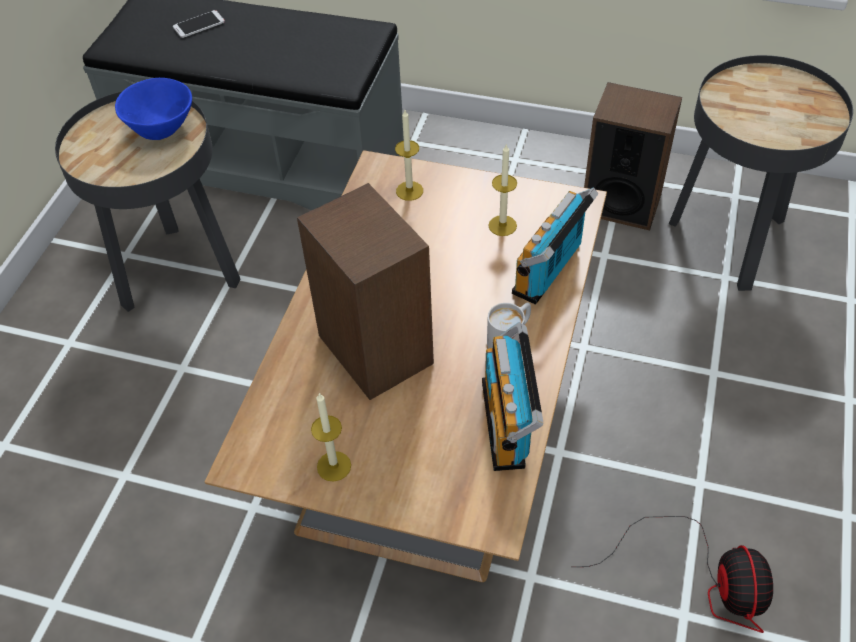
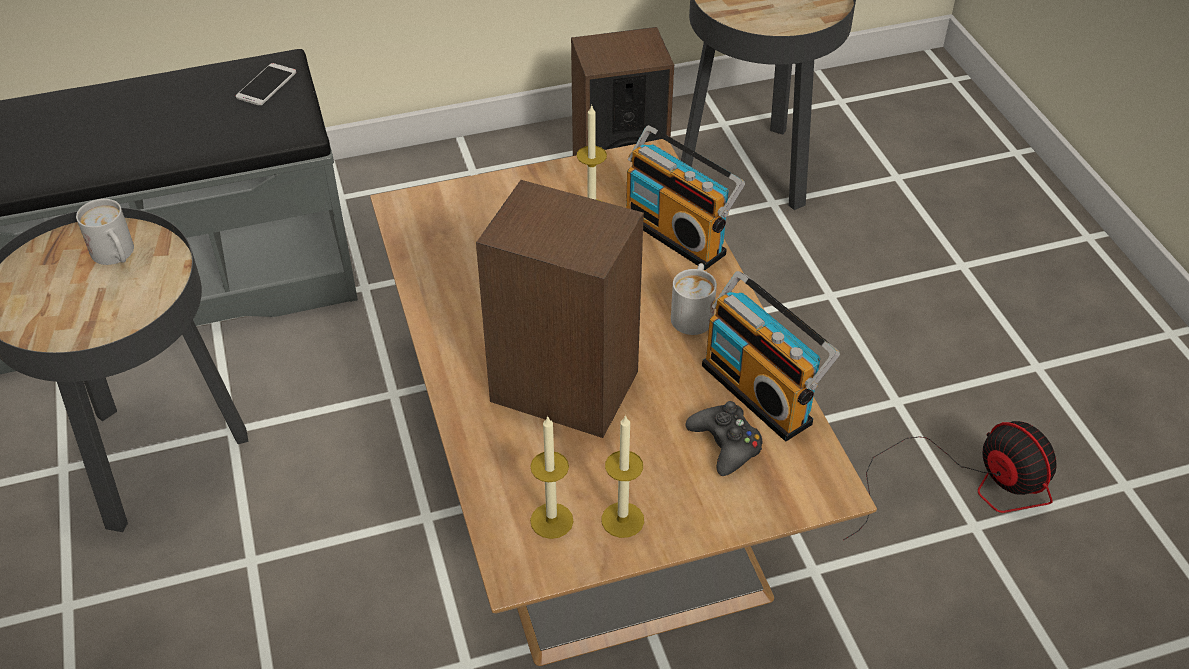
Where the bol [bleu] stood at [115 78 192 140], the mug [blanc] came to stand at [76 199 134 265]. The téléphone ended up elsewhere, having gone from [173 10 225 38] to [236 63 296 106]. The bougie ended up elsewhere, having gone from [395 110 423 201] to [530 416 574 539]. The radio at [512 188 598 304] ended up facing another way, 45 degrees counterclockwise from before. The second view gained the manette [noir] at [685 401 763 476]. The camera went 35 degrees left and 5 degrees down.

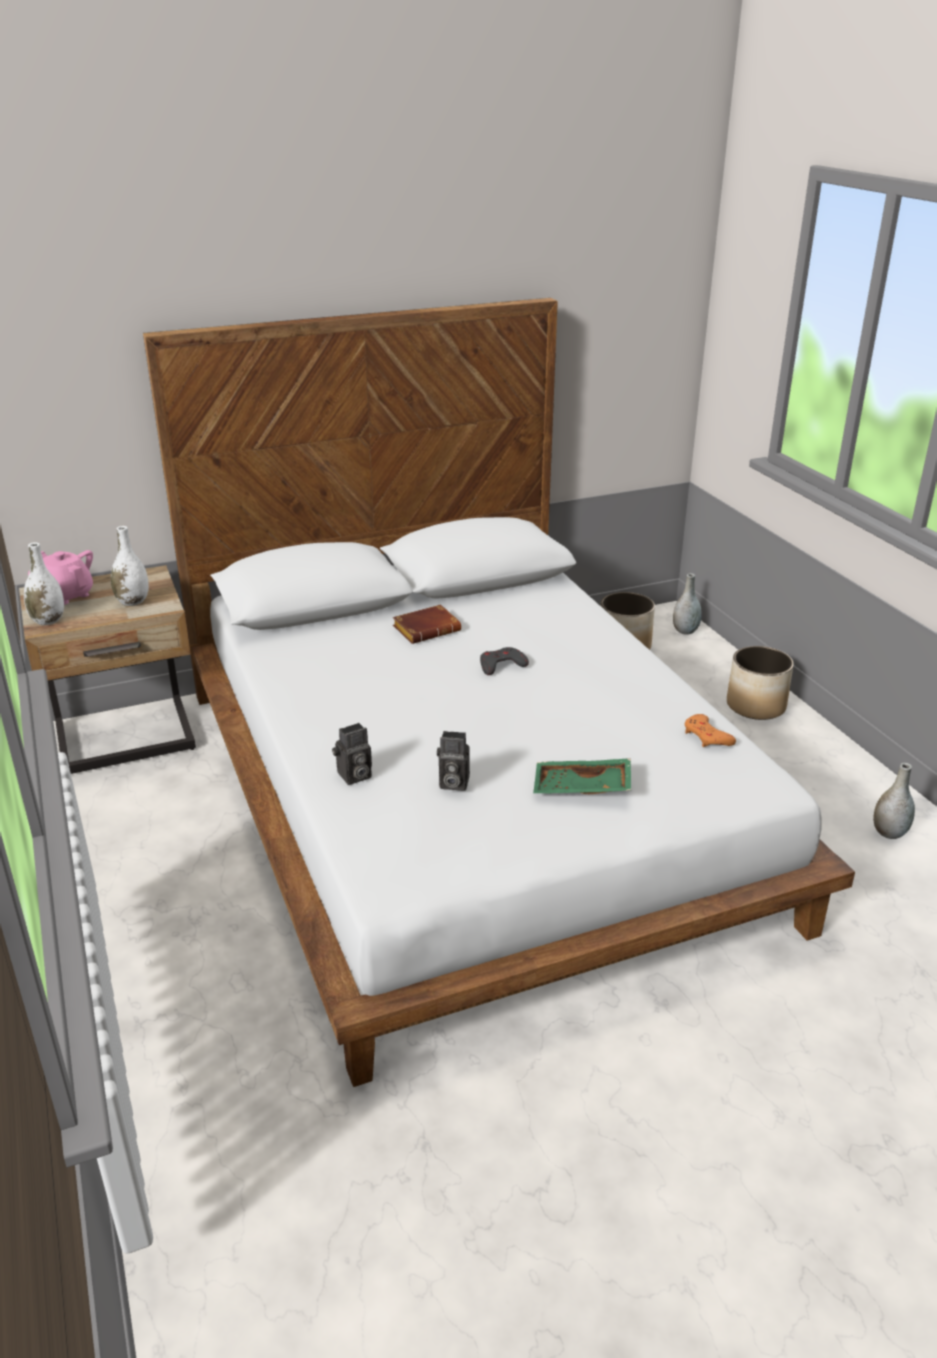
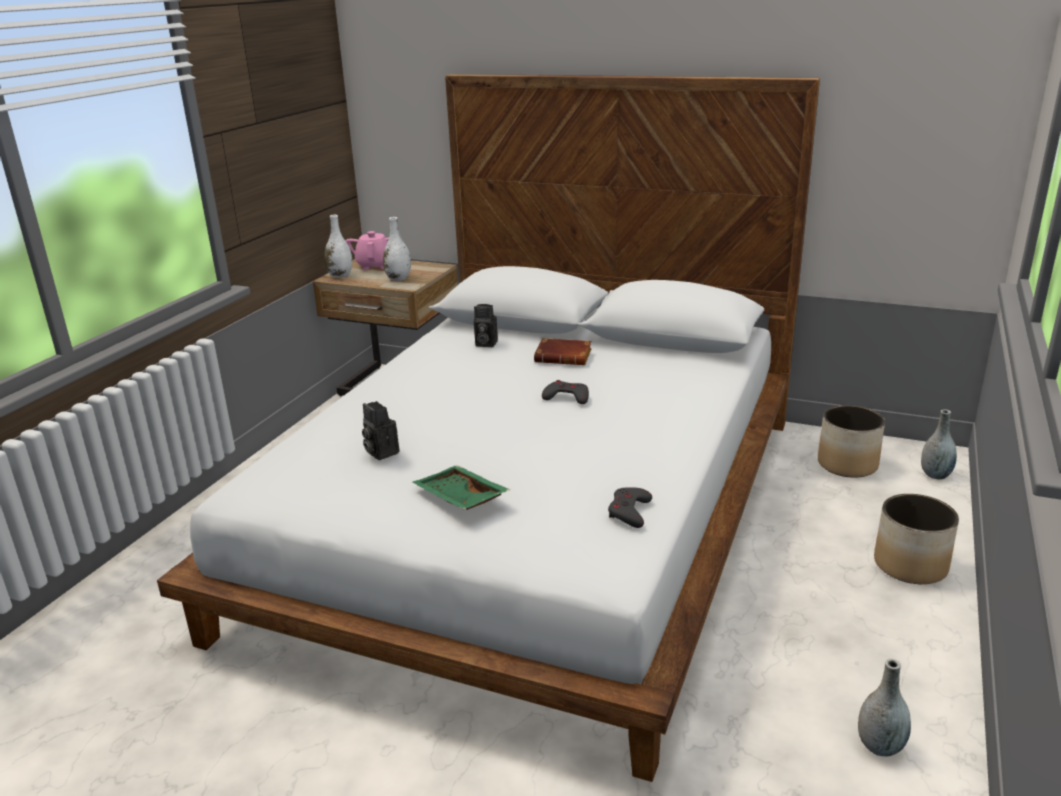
The appareil photo ended up elsewhere, having gone from [332 723 372 785] to [474 304 498 347]. What was the manette [orange] at [685 714 736 747] turned into the manette [gris] at [608 487 652 528]. The camera went 45 degrees right and 5 degrees down.

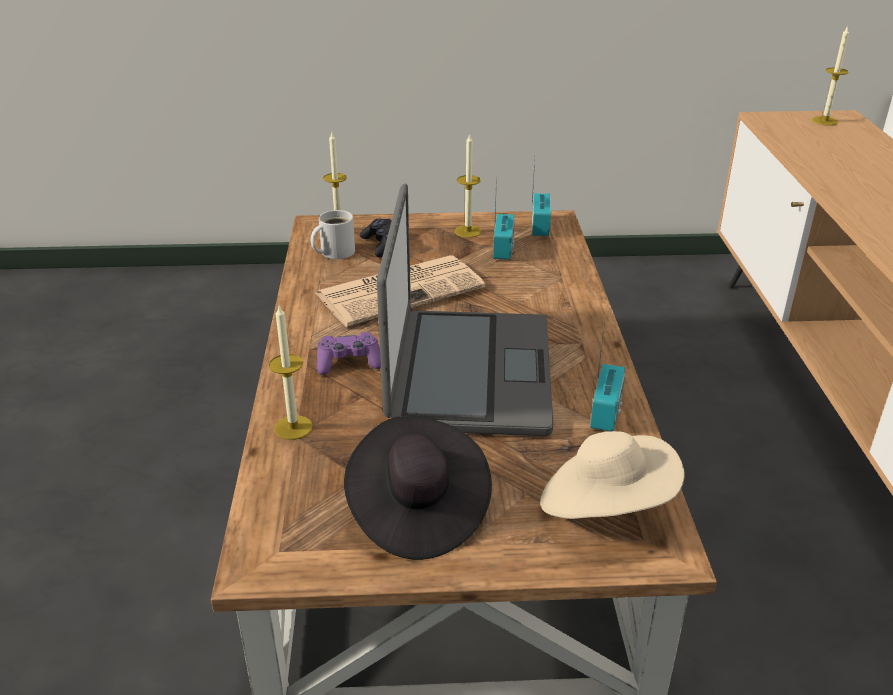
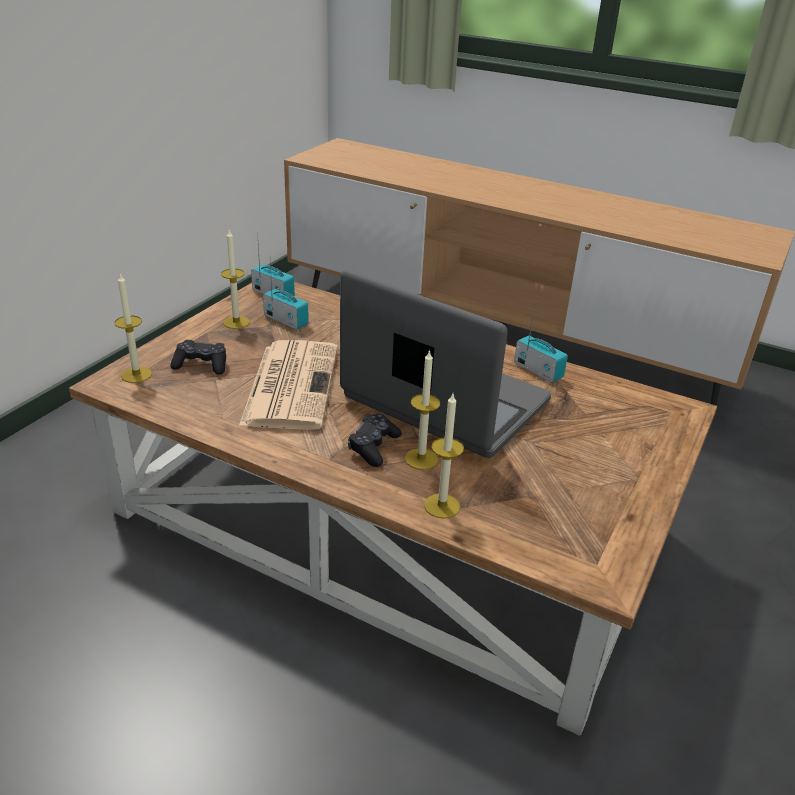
What was the manette [violet] at [317 332 381 375] turned into the manette [noir] at [348 414 402 467]. The bougie ended up elsewhere, having gone from [812 26 849 126] to [405 350 440 470]. The second view lost the mug [blanc] at [311 210 355 259]. The second view lost the chapeau [noir] at [344 416 492 560]. The second view lost the chapeau [beige] at [540 431 684 519]. The camera went 60 degrees left and 0 degrees up.

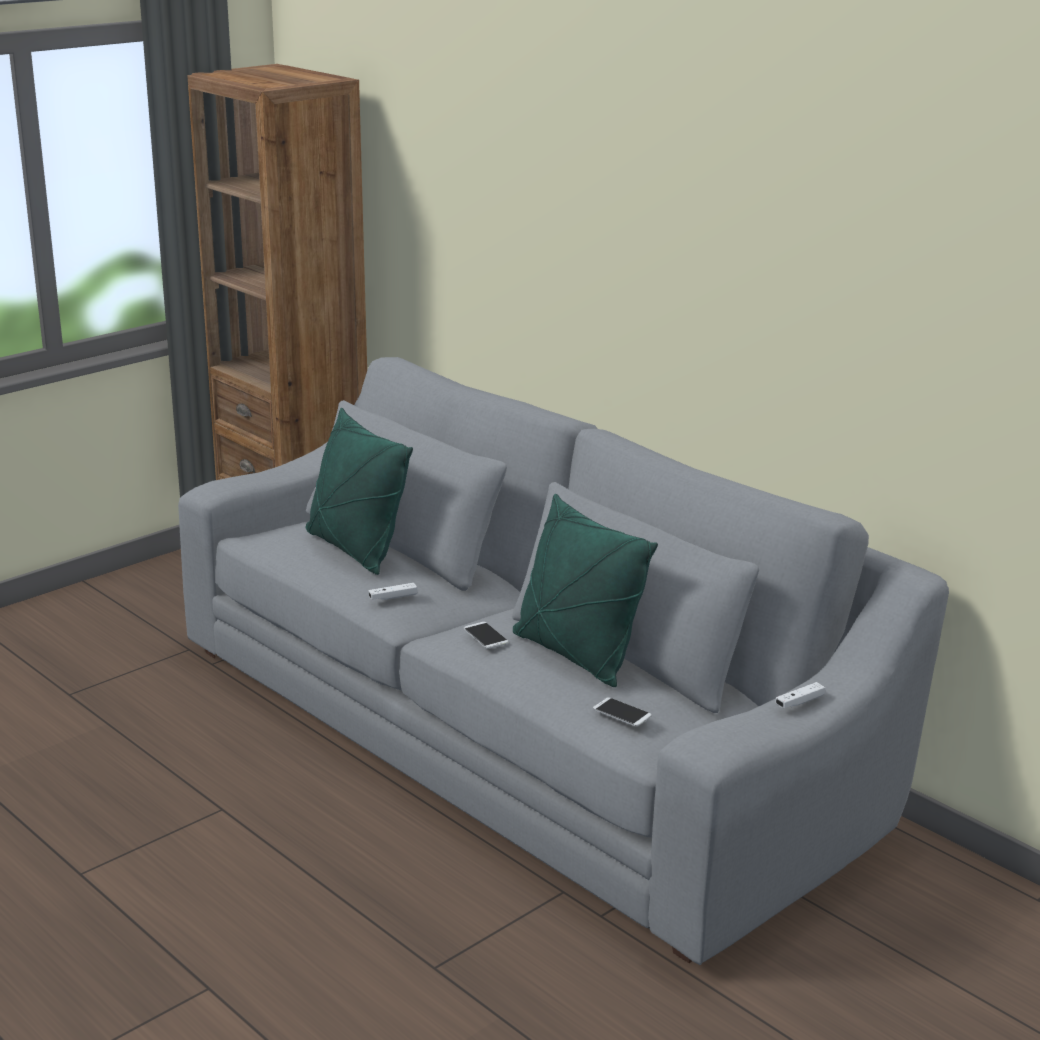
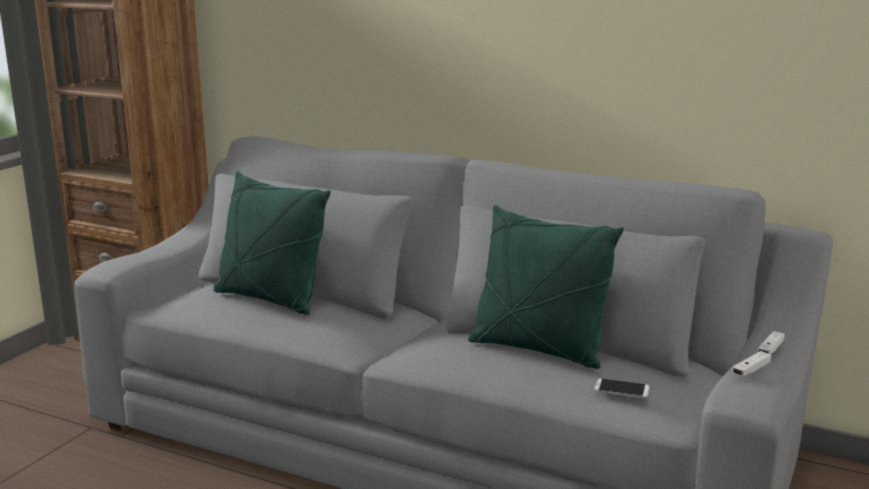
The manette [blanc] ended up elsewhere, having gone from [369 583 417 600] to [732 351 771 377]. The second view lost the téléphone at [464 622 509 649]. The camera went 20 degrees left and 5 degrees down.

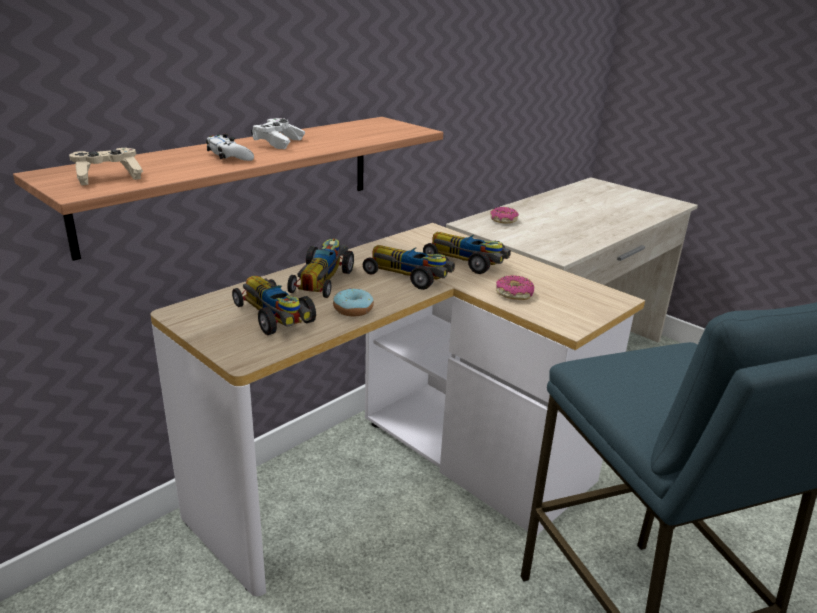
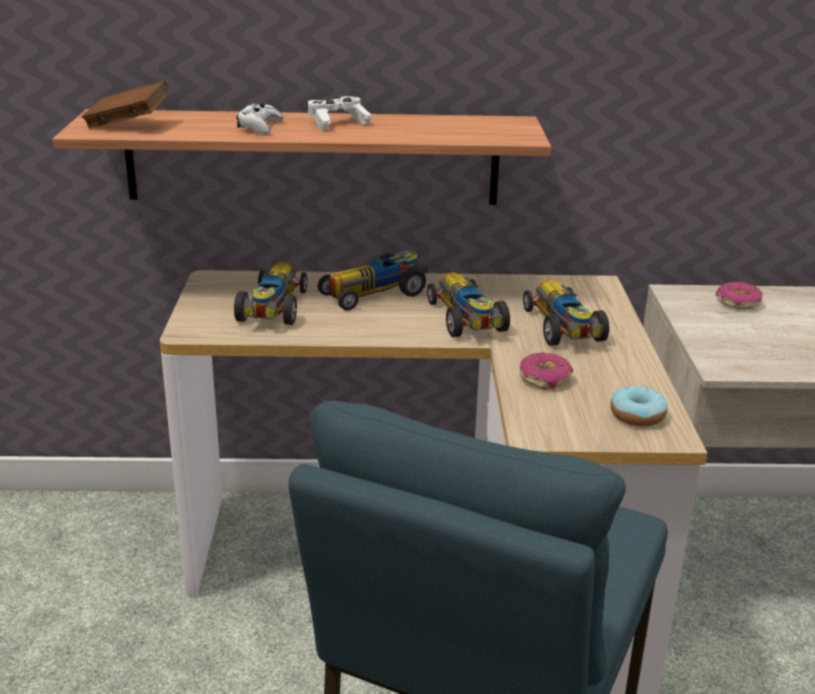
Where the manette [beige] stood at [69 148 143 185], the livre [marron] came to stand at [82 81 169 129]. The beignet ended up elsewhere, having gone from [333 288 374 317] to [610 386 668 427]. The camera went 45 degrees right and 0 degrees up.

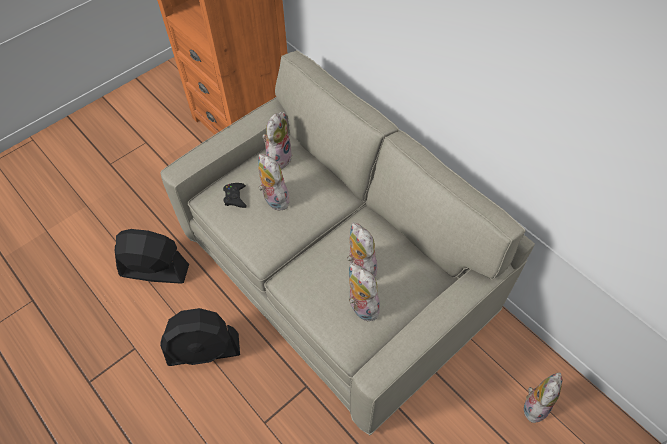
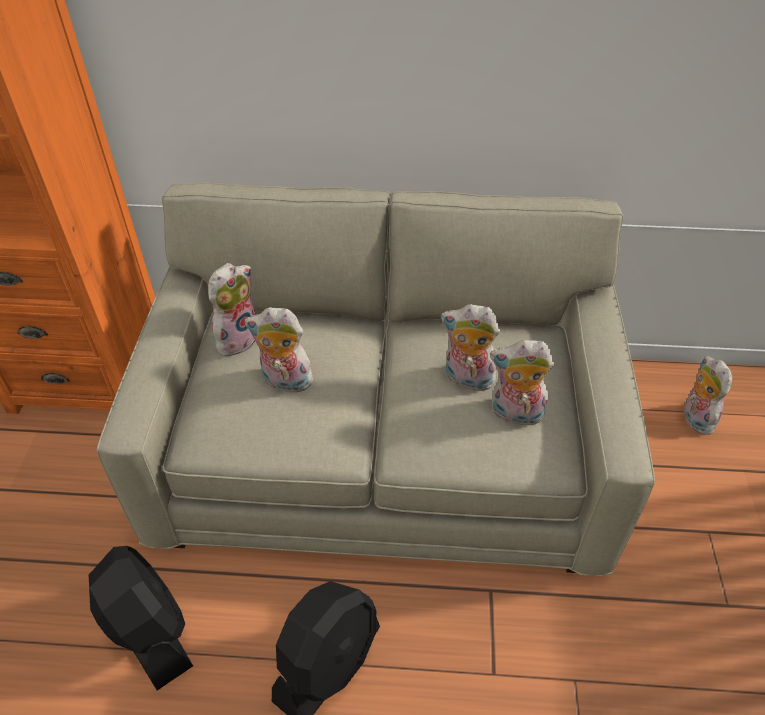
The ventilateur [noir] at [115 229 189 284] ended up facing another way, 90 degrees clockwise from before. The peluche at [262 112 292 169] ended up facing another way, 60 degrees clockwise from before. The second view lost the manette [noir] at [223 183 247 208]. The camera went 45 degrees left and 10 degrees down.

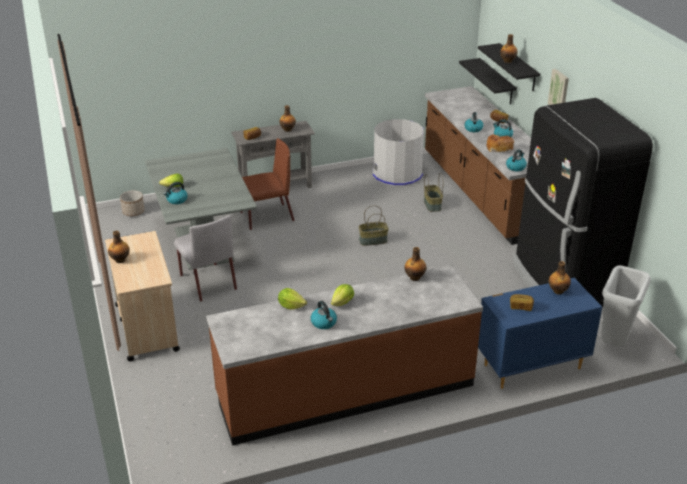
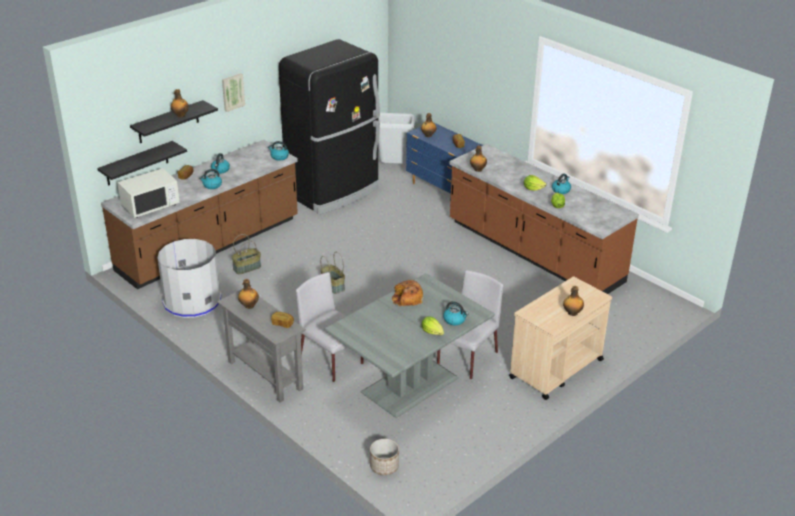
The second view gained the micro-ondes [blanc] at [117 168 180 218]. What was the chaise [marron] at [240 138 295 230] turned into the chaise [gris] at [296 272 363 382]. The pain ended up elsewhere, having gone from [487 135 514 153] to [392 280 423 306]. The camera went 115 degrees left and 0 degrees up.

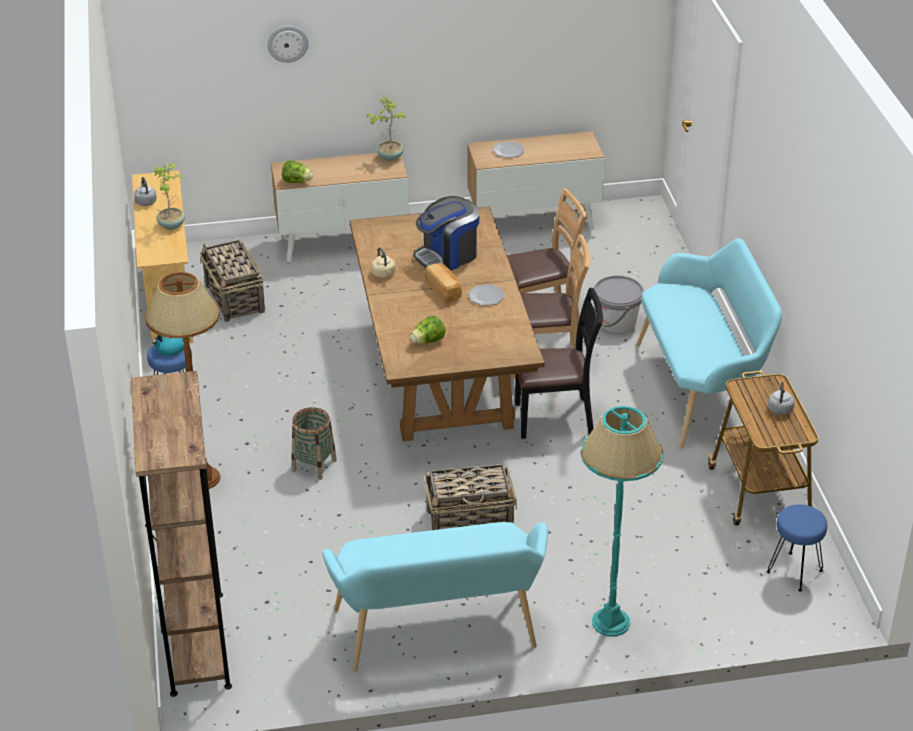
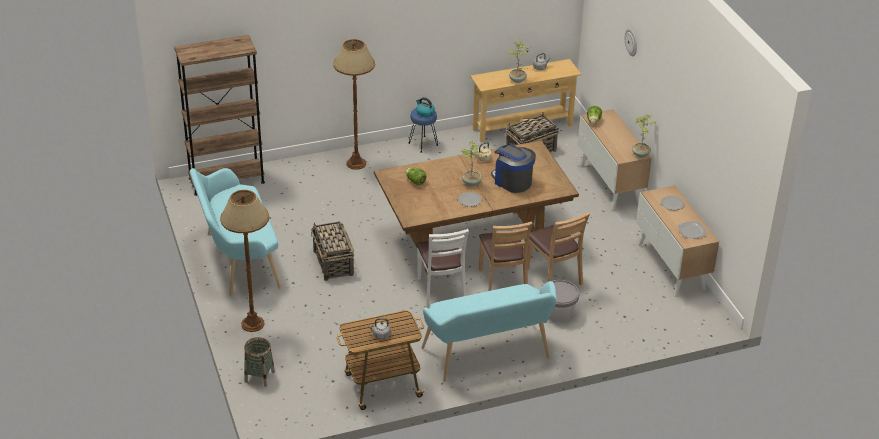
What was the lampadaire [turquoise] at [581 406 663 636] turned into the lampadaire [marron] at [220 190 269 332]. The panier ended up elsewhere, having gone from [291 407 337 480] to [244 337 275 387]. What was the chaise [noir] at [515 288 603 439] turned into the chaise [blanc] at [416 229 469 309]. Where the pain stood at [425 263 462 303], the plante en pot came to stand at [461 140 490 186]. The second view gained the assiette at [678 222 707 239]. The second view lost the tabouret [bleu] at [767 504 827 592]. The camera went 80 degrees right and 0 degrees up.

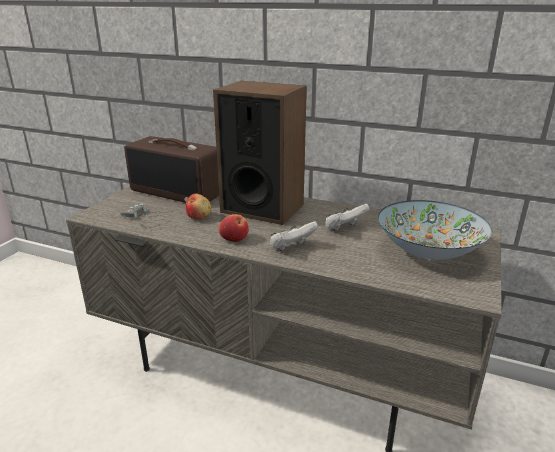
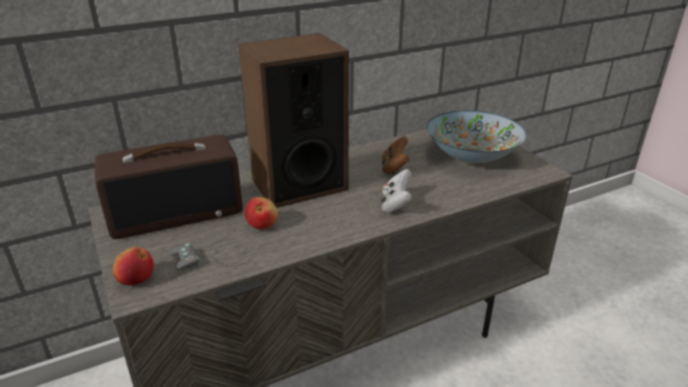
The pomme ended up elsewhere, having gone from [219 214 249 242] to [113 247 154 285]. What was the manette [blanc] at [325 204 370 231] turned into the manette [marron] at [382 136 410 174]. The camera went 50 degrees left and 5 degrees up.

